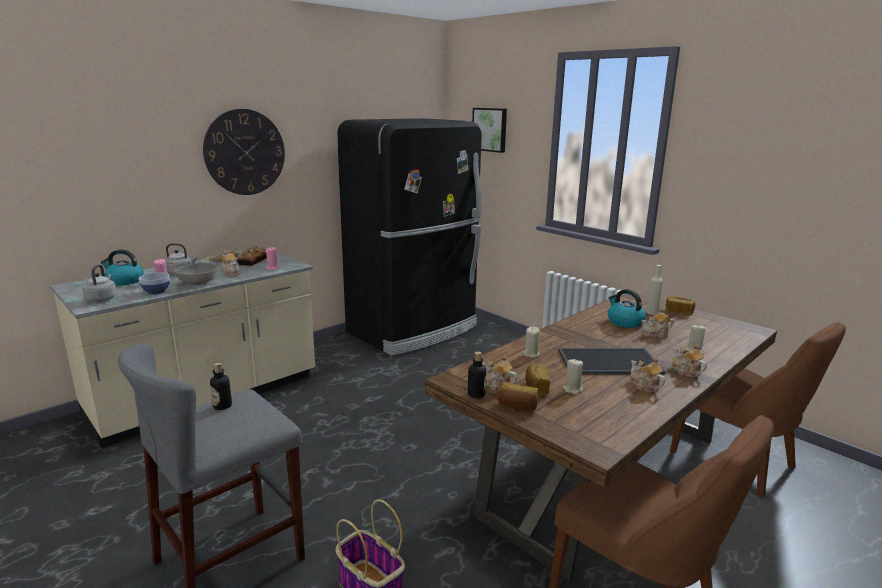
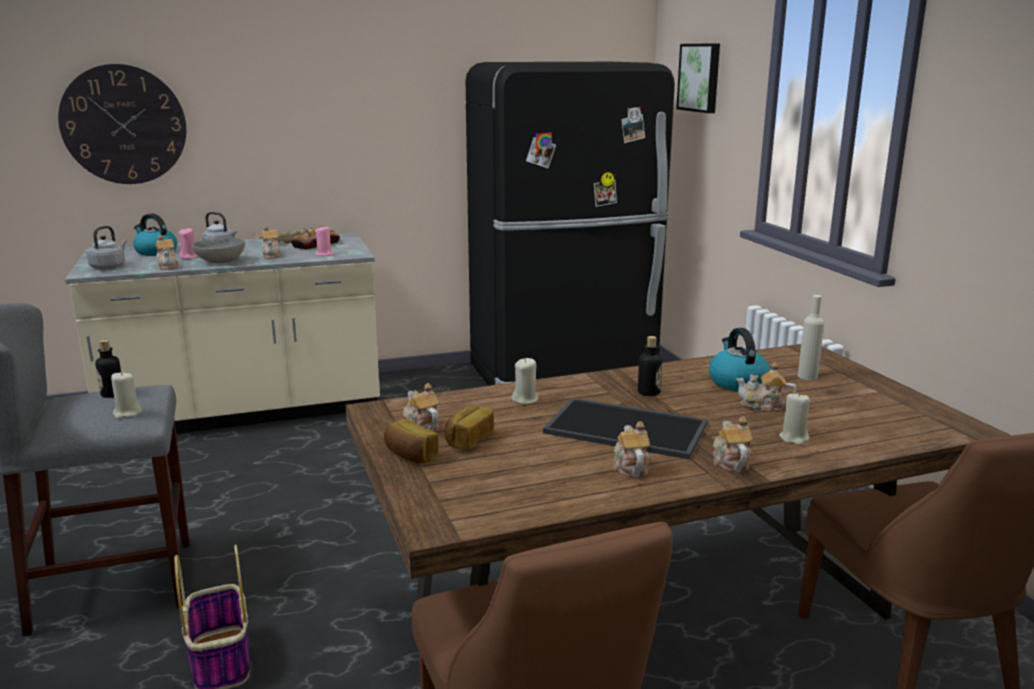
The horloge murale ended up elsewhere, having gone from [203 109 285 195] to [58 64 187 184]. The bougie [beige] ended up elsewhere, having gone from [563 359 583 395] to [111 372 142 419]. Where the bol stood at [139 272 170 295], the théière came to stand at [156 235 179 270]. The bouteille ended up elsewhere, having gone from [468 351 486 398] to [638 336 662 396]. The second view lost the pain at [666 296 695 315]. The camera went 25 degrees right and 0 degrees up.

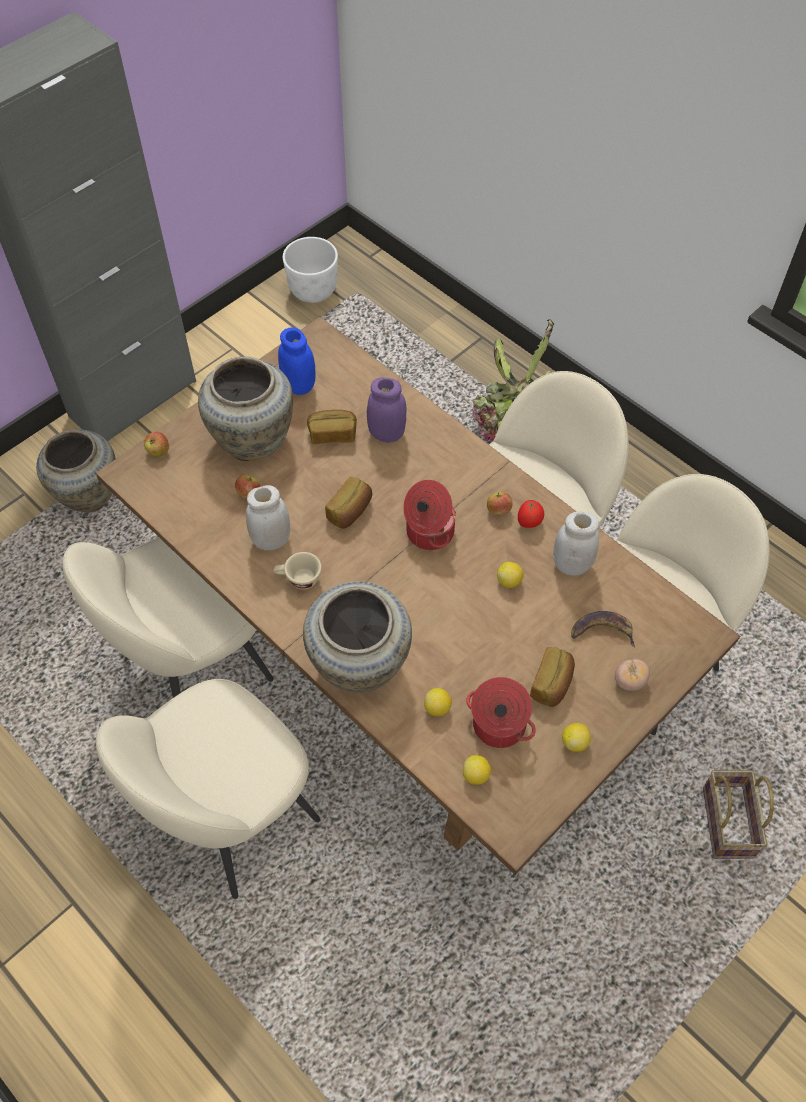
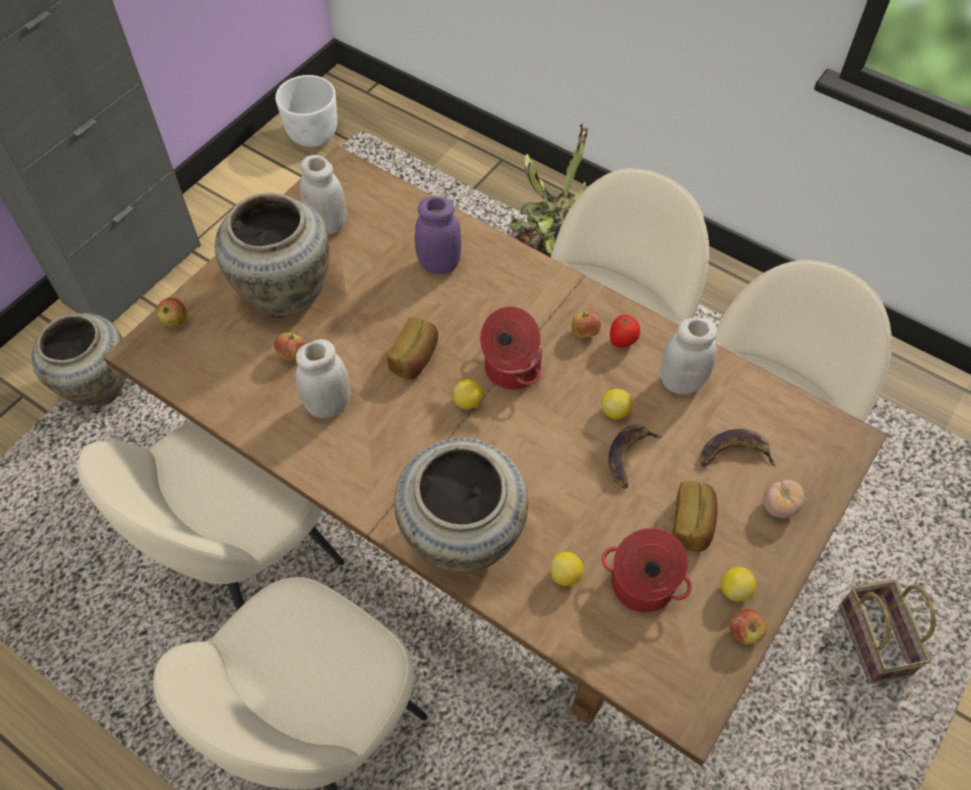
What was the bocal [bleu] at [278 327 316 395] turned into the bocal [blanc] at [300 155 347 234]. The citron ended up elsewhere, having gone from [463 755 491 785] to [453 379 483 409]. The second view gained the banane at [608 424 663 489]. The second view gained the pomme at [730 609 767 645]. The second view lost the tasse [beige] at [273 552 322 590]. The second view lost the pain at [307 410 357 444]. The camera went 10 degrees left and 0 degrees up.

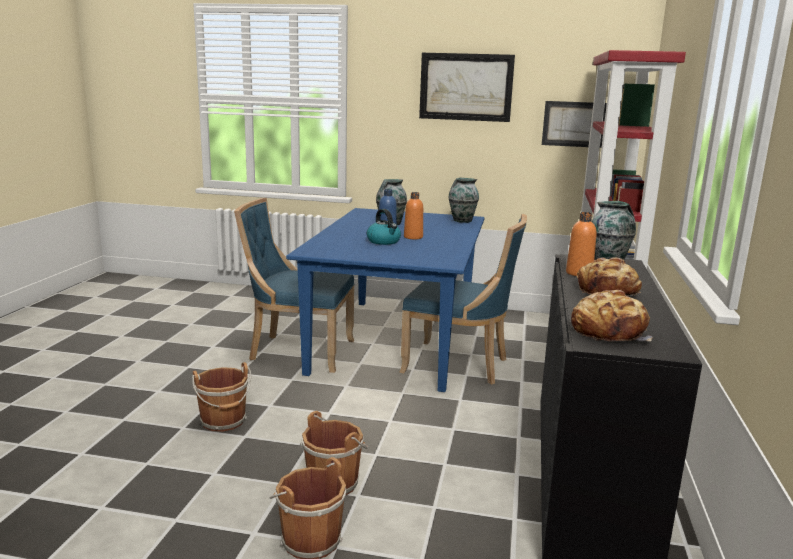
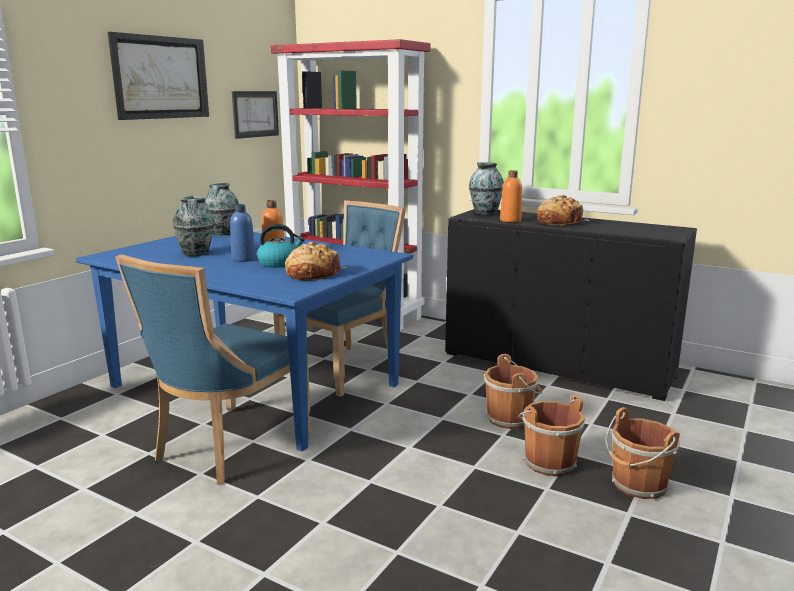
The pain ended up elsewhere, having gone from [571 290 653 341] to [285 242 347 280]. The seau [marron] ended up elsewhere, having gone from [192 362 251 432] to [484 354 542 429]. The camera went 70 degrees left and 0 degrees up.

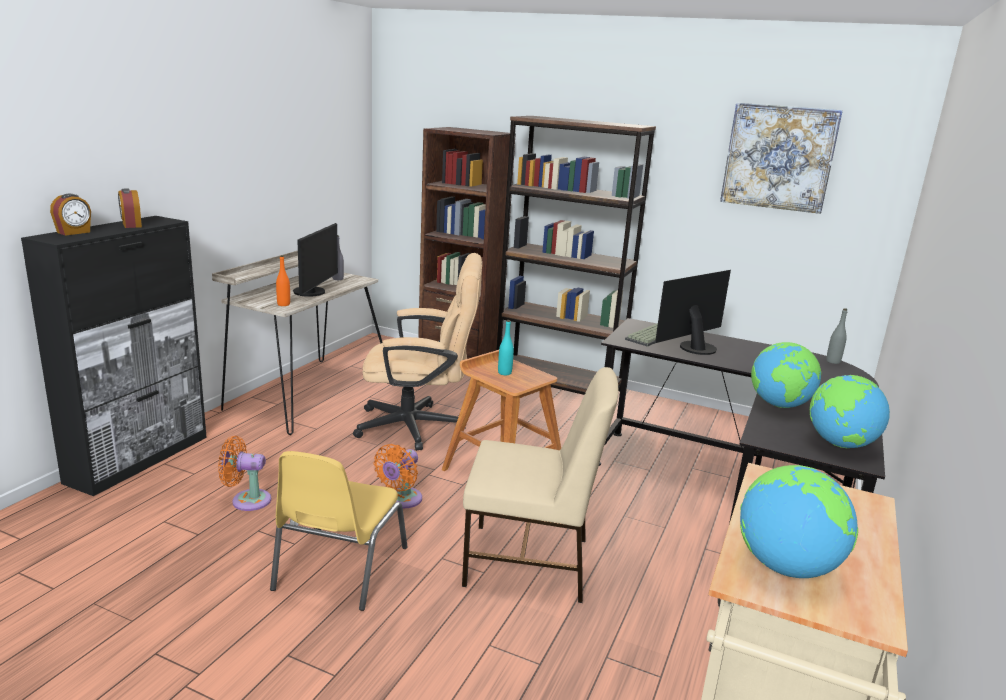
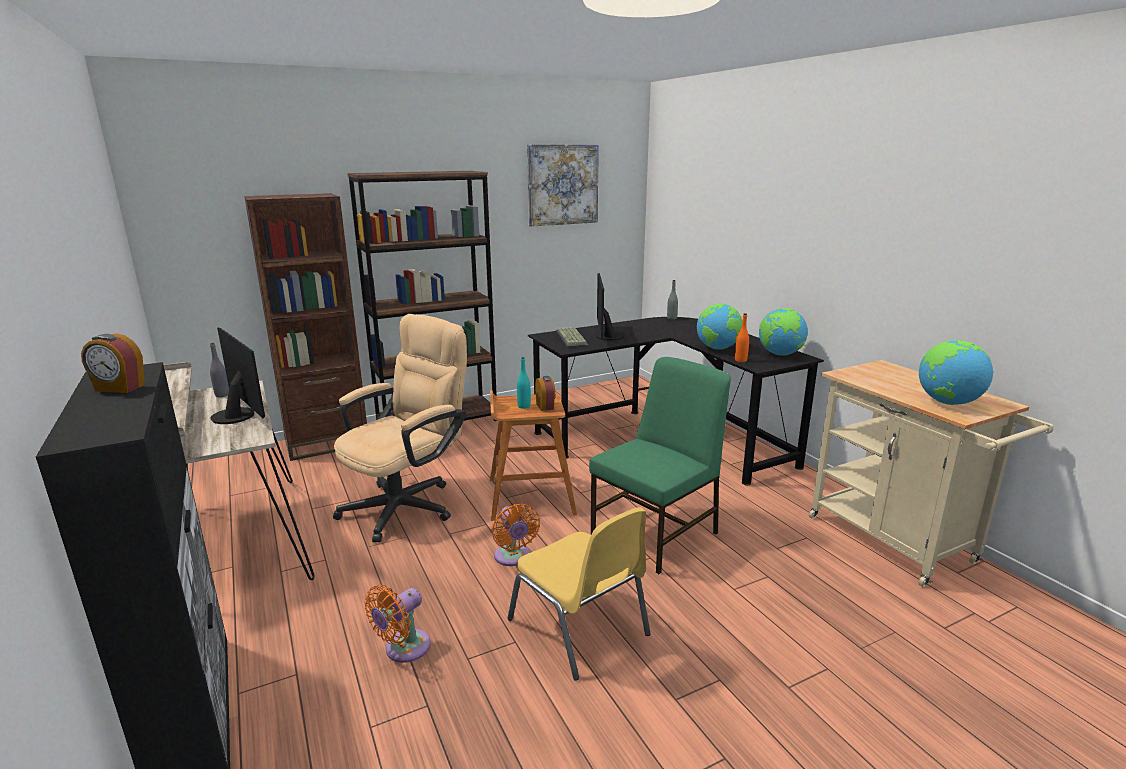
The réveil ended up elsewhere, having gone from [50 194 91 236] to [535 376 555 411]. What was the chaise [beige] at [462 367 618 603] turned into the chaise [vert] at [589 357 731 574]. The bouteille [orange] ended up elsewhere, having gone from [276 255 290 306] to [735 313 749 362]. The camera went 50 degrees left and 0 degrees up.

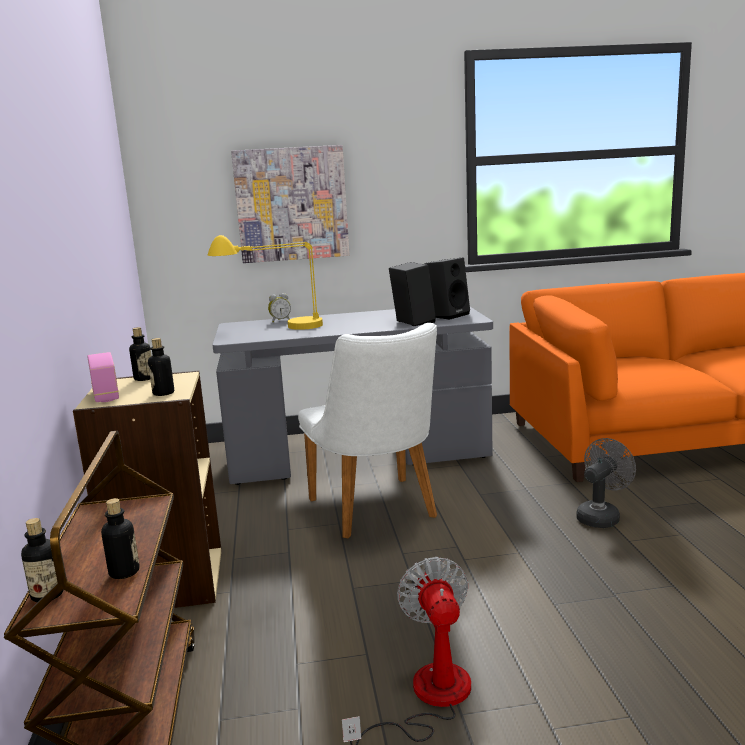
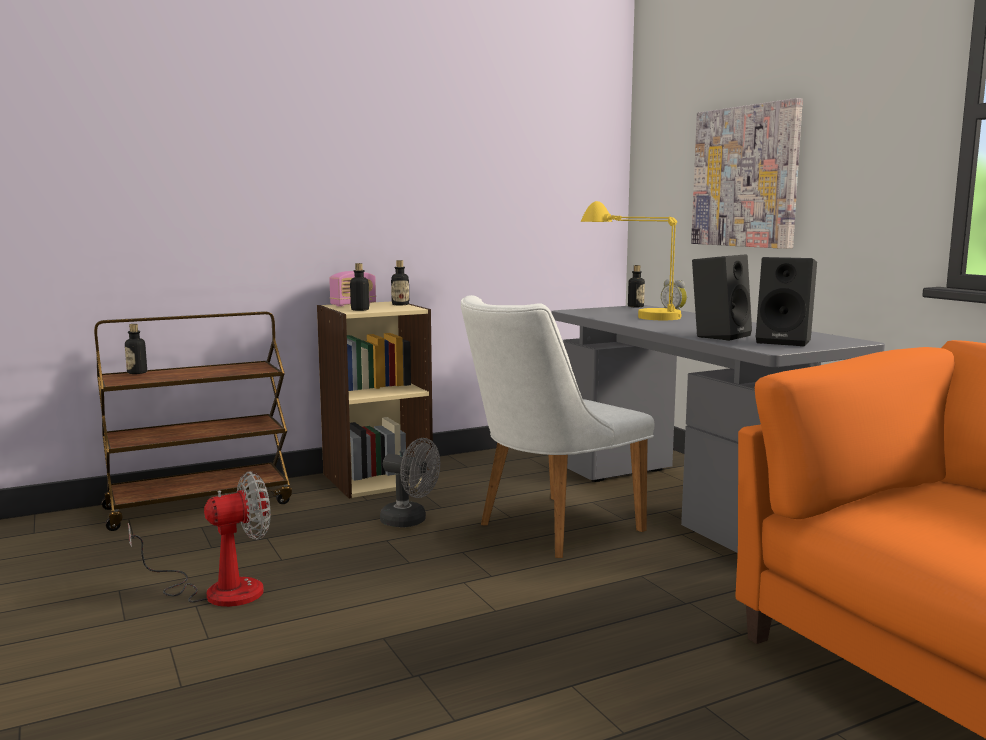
The ventilateur [gris] ended up elsewhere, having gone from [576 438 636 528] to [380 438 440 527]. The bouteille ended up elsewhere, having gone from [101 498 140 579] to [628 265 645 307]. The camera went 70 degrees right and 5 degrees down.

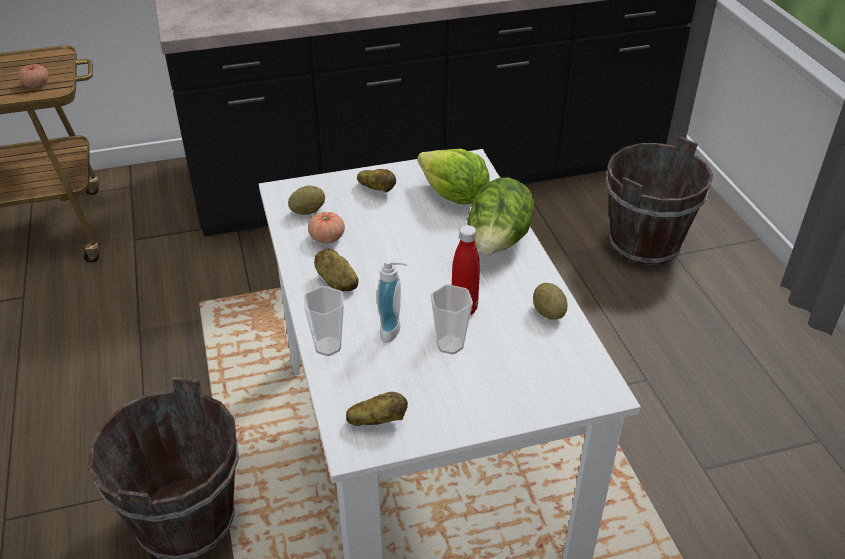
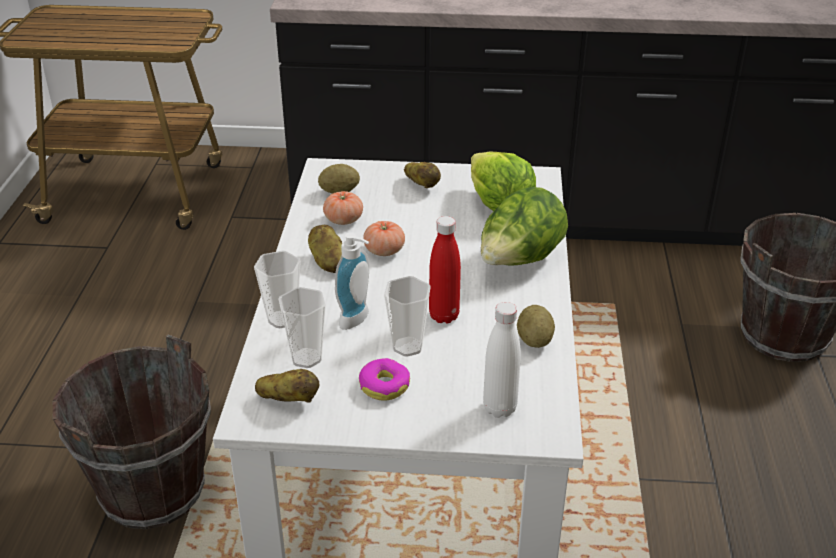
The second view gained the tasse at [278 287 326 368]. The second view gained the beignet at [359 358 410 400]. The tomate ended up elsewhere, having gone from [18 64 49 88] to [363 221 405 256]. The second view gained the bouteille [blanc] at [483 302 521 418]. The camera went 20 degrees right and 5 degrees down.

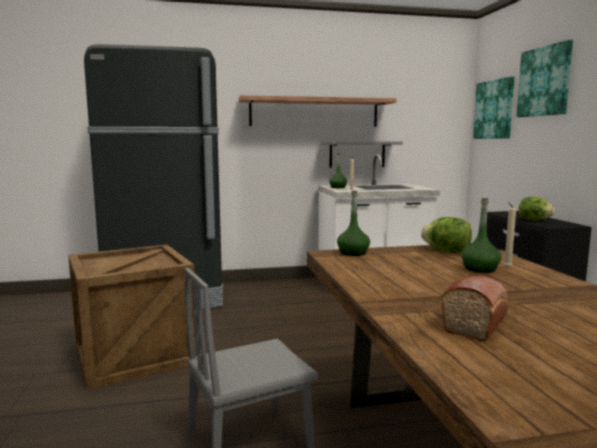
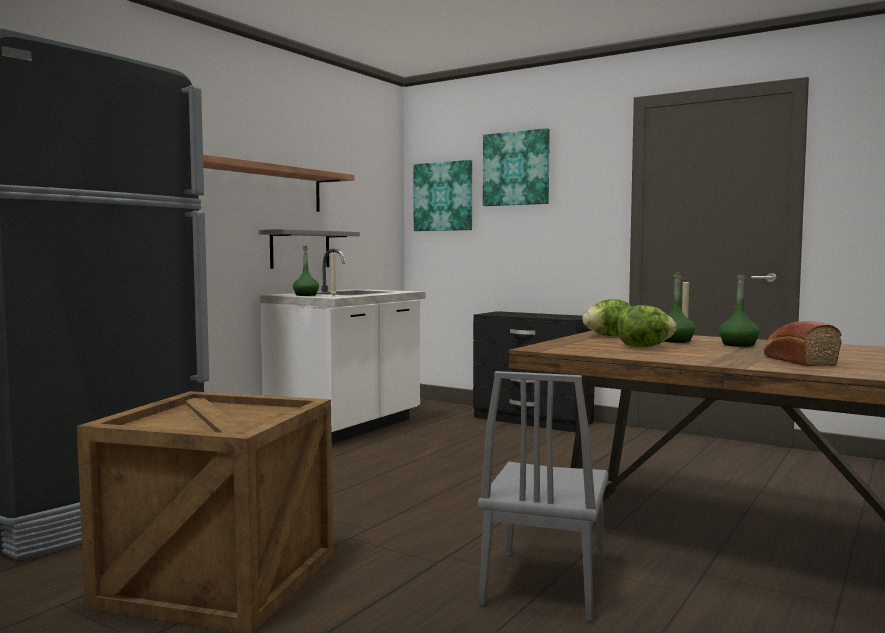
The laitue ended up elsewhere, having gone from [519 197 555 221] to [617 305 677 347]. The bouteille [vert] ended up elsewhere, having gone from [337 191 370 256] to [719 273 760 347]. The camera went 45 degrees left and 5 degrees down.

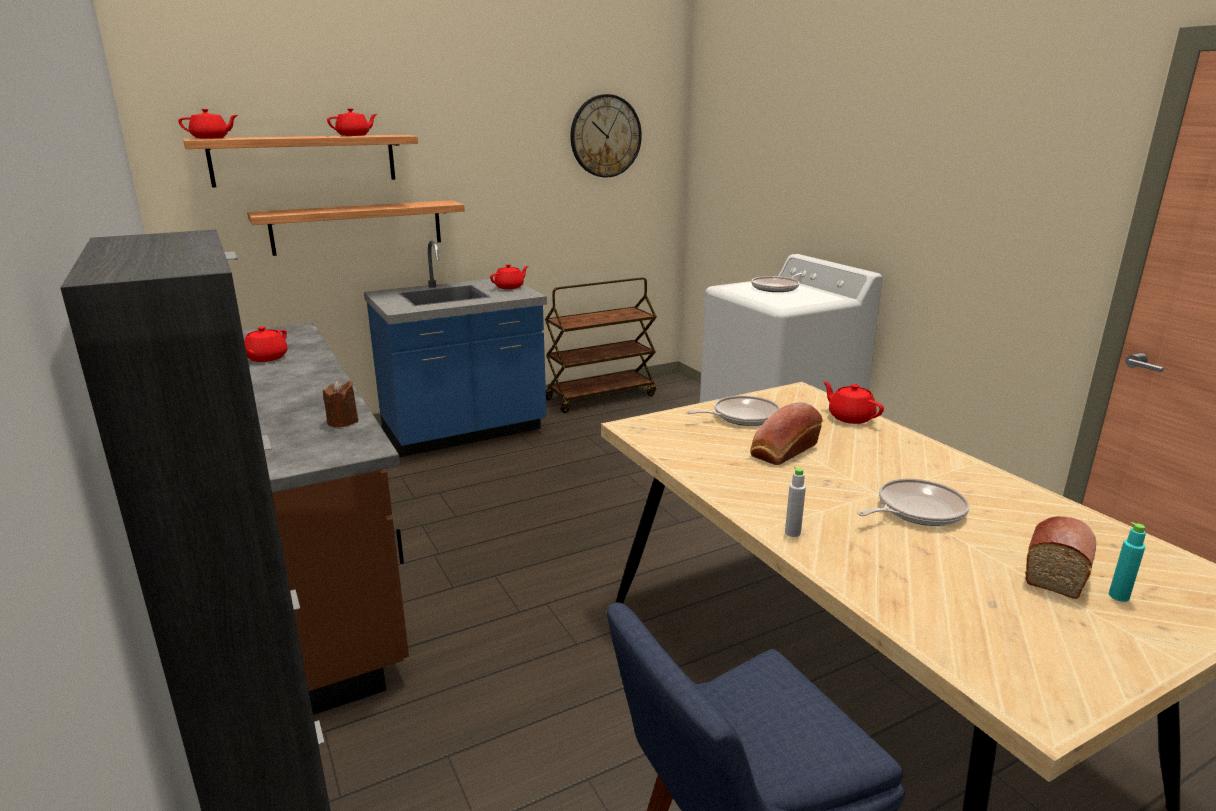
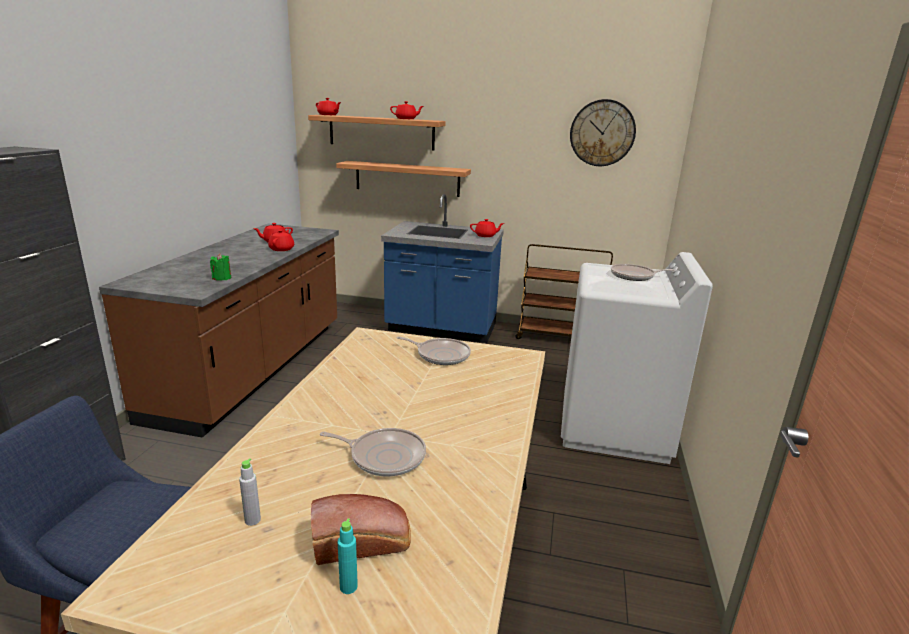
What was the bougie [marron] at [323 380 358 428] turned into the bougie [vert] at [210 253 231 281]. The bouteille [gris] ended up elsewhere, having gone from [785 467 806 537] to [239 458 261 526]. The théière [rouge] ended up elsewhere, having gone from [823 381 884 424] to [268 229 294 251]. The second view lost the pain at [750 402 822 465]. The camera went 40 degrees right and 0 degrees up.

